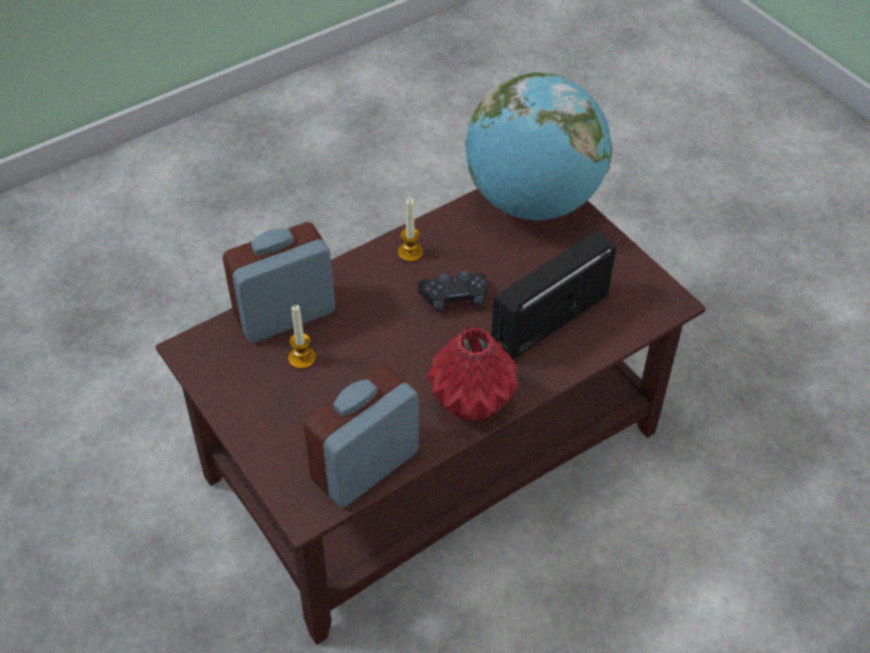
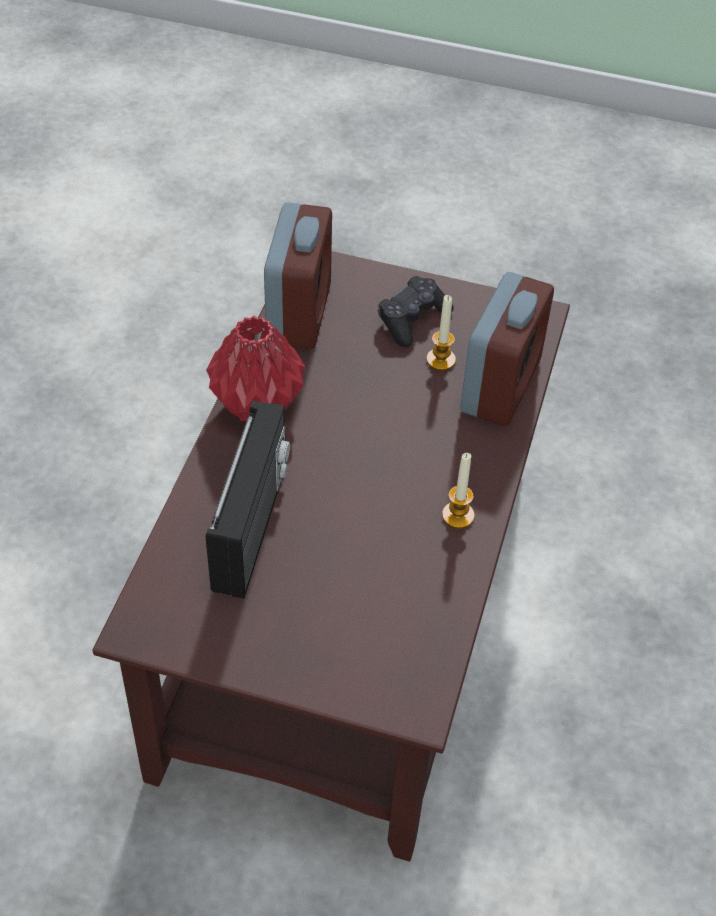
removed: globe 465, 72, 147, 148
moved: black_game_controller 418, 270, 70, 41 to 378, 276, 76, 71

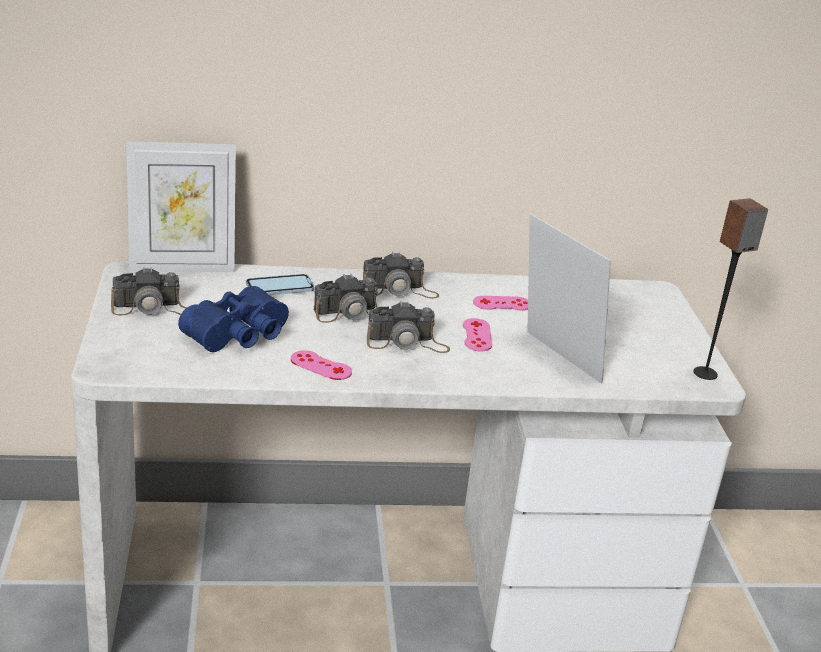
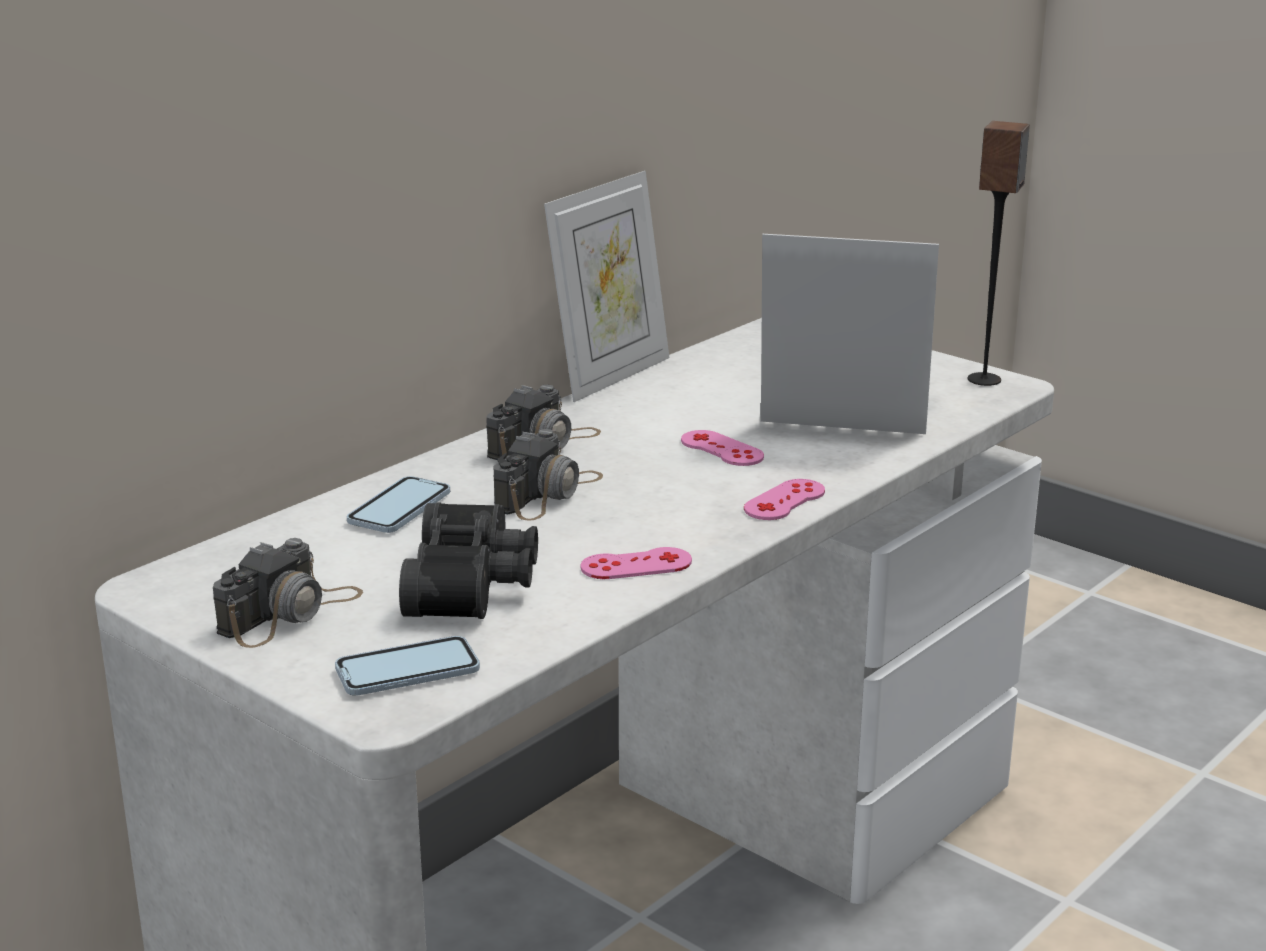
removed: photo_camera 367, 301, 83, 52
added: phone 335, 636, 145, 60
moved: picture_frame 126, 141, 110, 131 to 544, 171, 126, 231; pink_game_controller 473, 296, 55, 15 to 744, 479, 81, 41
recoloured: blue_binoculars 178, 286, 111, 66 to black_binoculars 399, 502, 139, 117

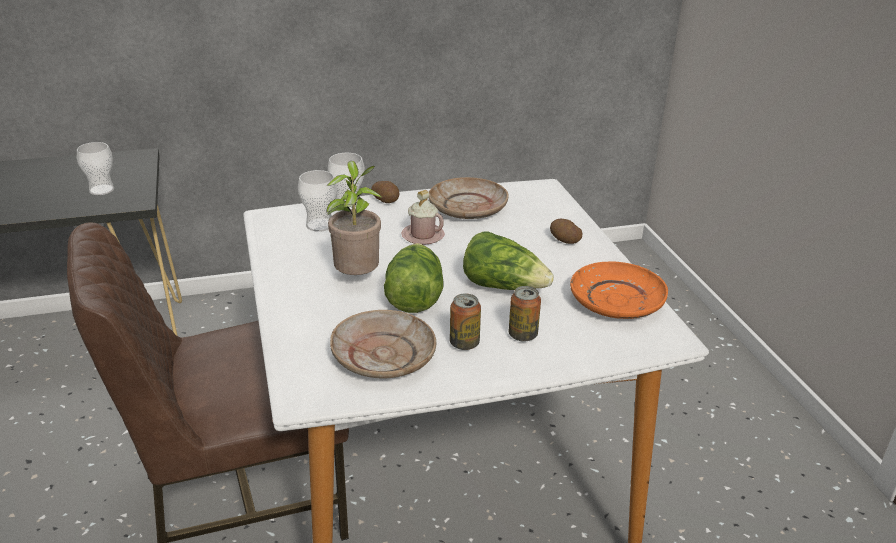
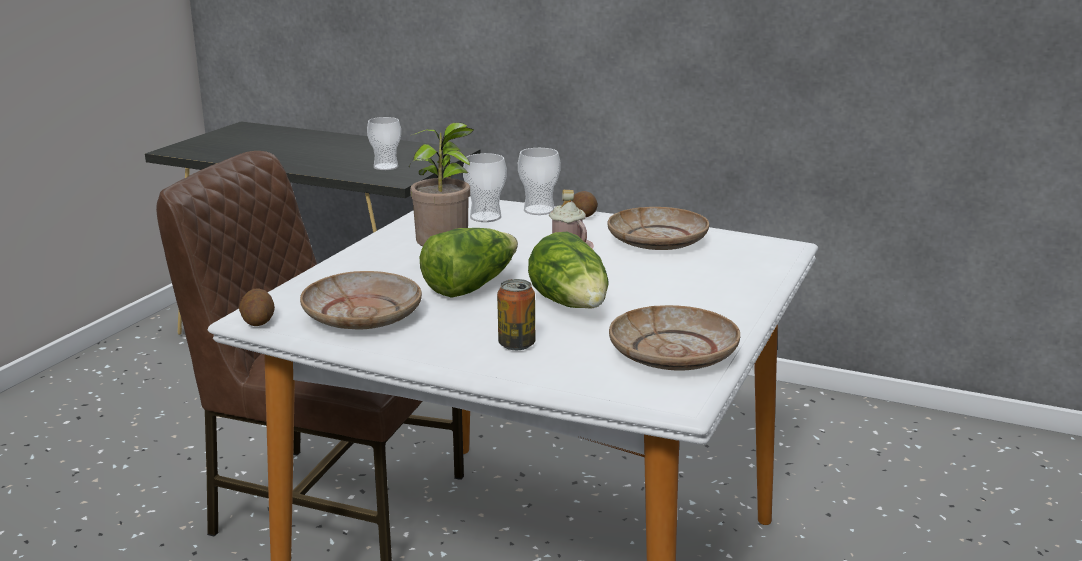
removed: can 450, 294, 31, 56
moved: potato 550, 219, 32, 25 to 239, 288, 36, 38
recoloured: orange_plate 570, 262, 98, 57 to beige_plate 609, 305, 131, 66

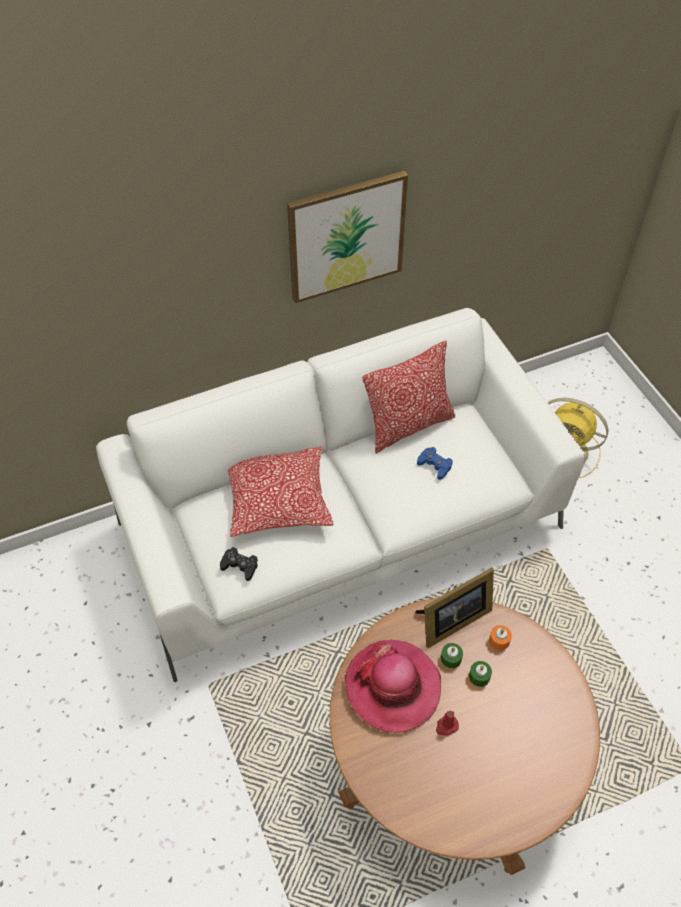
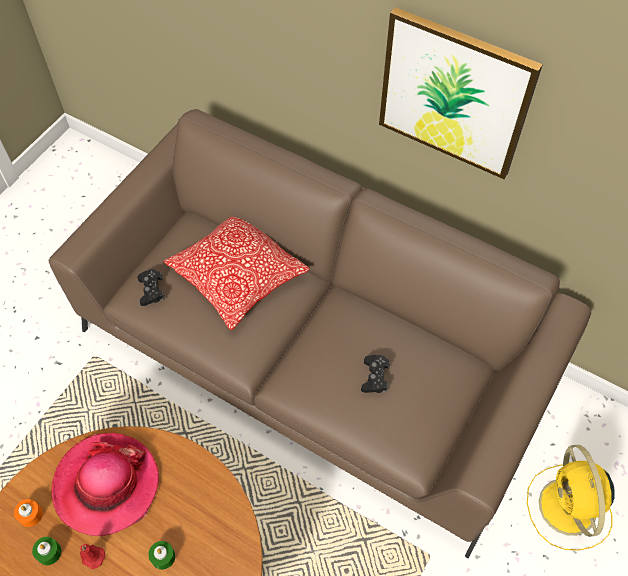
removed: pillow 363, 341, 92, 113; picture_frame 415, 567, 79, 81
moved: orange_candle 489, 625, 23, 25 to 14, 499, 29, 28; green_candle 441, 643, 22, 25 to 32, 537, 29, 28
recoloured: white_sofa 96, 308, 490, 374 to brown_sofa 49, 109, 542, 449; blue_game_controller 417, 447, 36, 33 to black_game_controller 361, 355, 29, 38

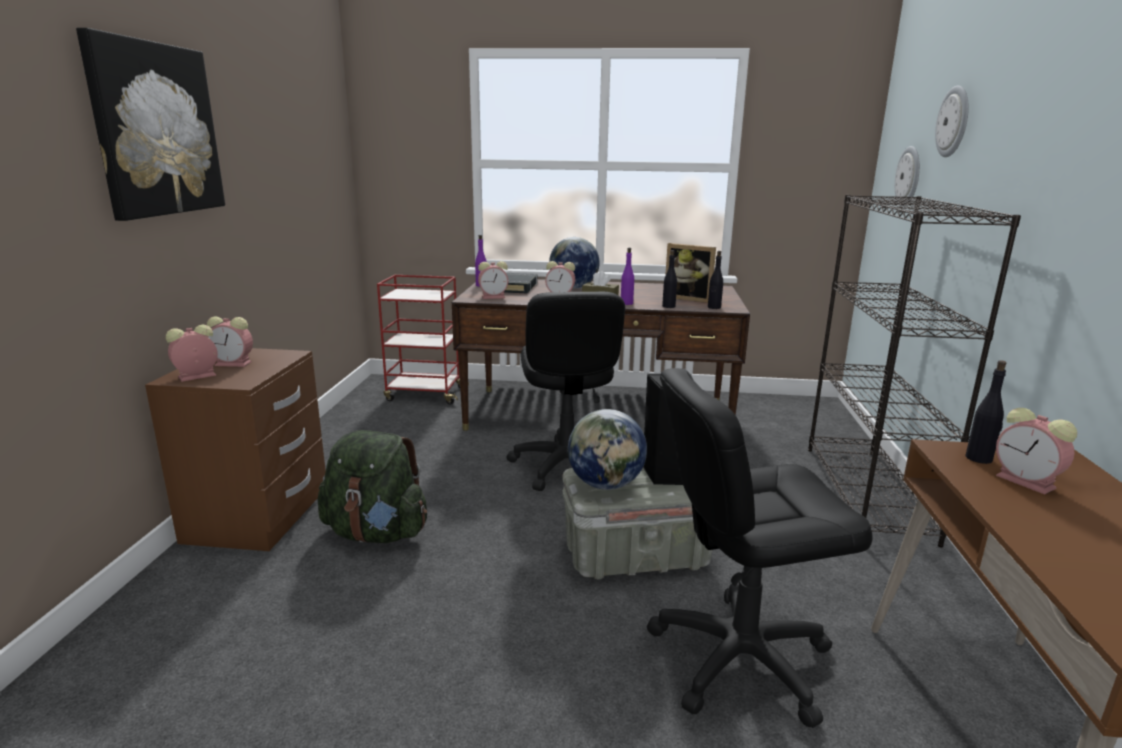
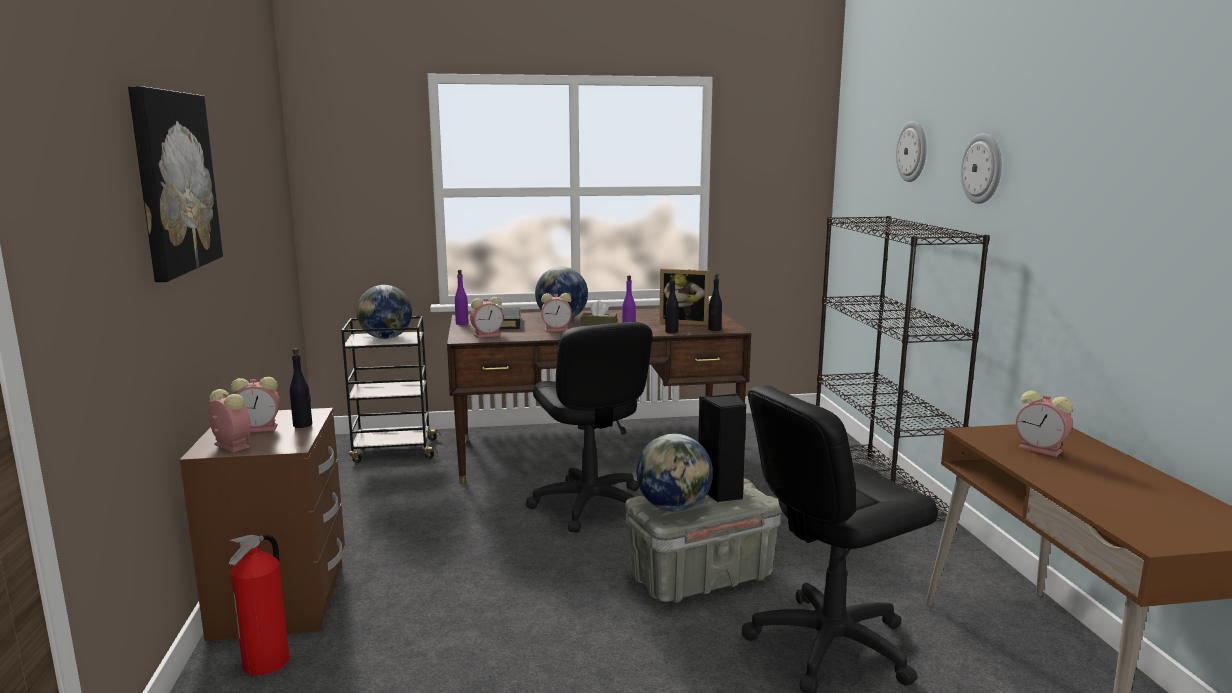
removed: green_backpack 318, 430, 109, 113
added: globe 357, 285, 55, 54; fire_extinguisher 229, 534, 60, 142
moved: wall_clock 895, 146, 25, 61 to 960, 133, 42, 71; black_bottle 965, 360, 41, 104 to 290, 348, 22, 80
recoloured: red_cart 377, 275, 92, 130 to black_cart 341, 316, 100, 147
turned: alarm_clock 166, 325, 52, 57 = 208, 389, 43, 63 90 degrees clockwise

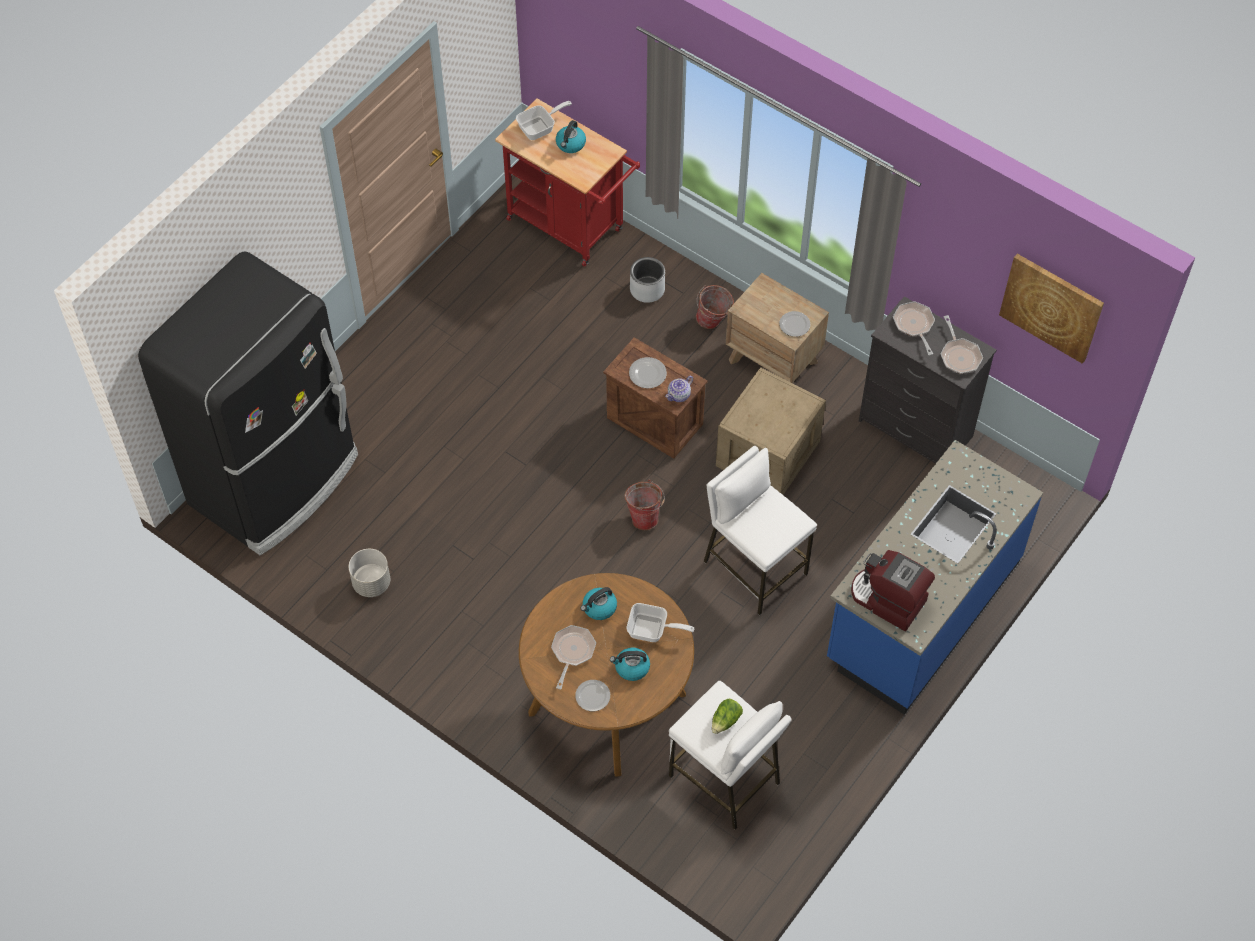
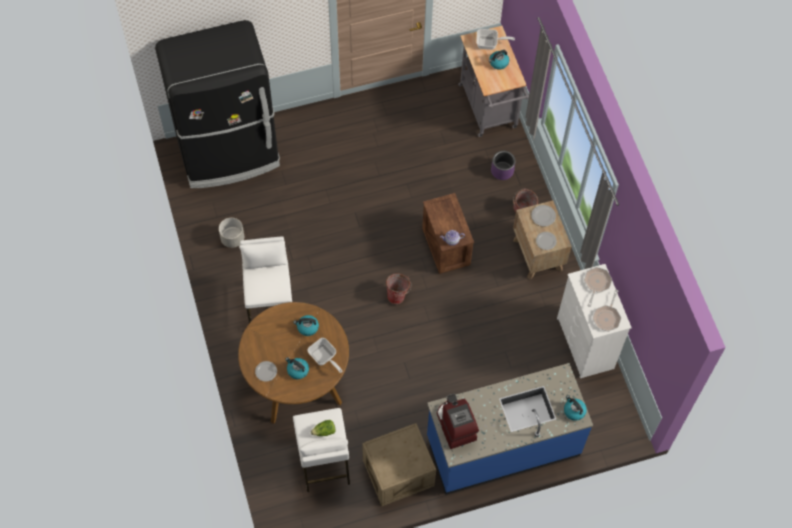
removed: picture 999, 254, 105, 110; frying_pan 551, 625, 45, 64
added: kettle 564, 395, 23, 26
moved: plate 629, 357, 38, 31 to 531, 205, 25, 21; crate 716, 367, 110, 128 to 362, 423, 74, 83; white_stool 704, 446, 113, 169 to 239, 236, 53, 87
recoloured: red_cart 495, 99, 145, 168 to grey_cart 458, 26, 71, 111; grey_planter 630, 257, 35, 46 to purple_planter 491, 151, 24, 29; black_dresser 859, 296, 137, 168 to white_dresser 557, 264, 75, 114

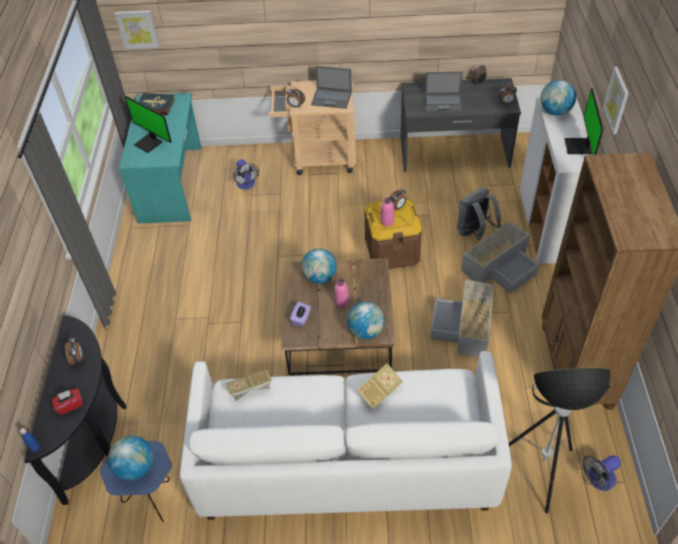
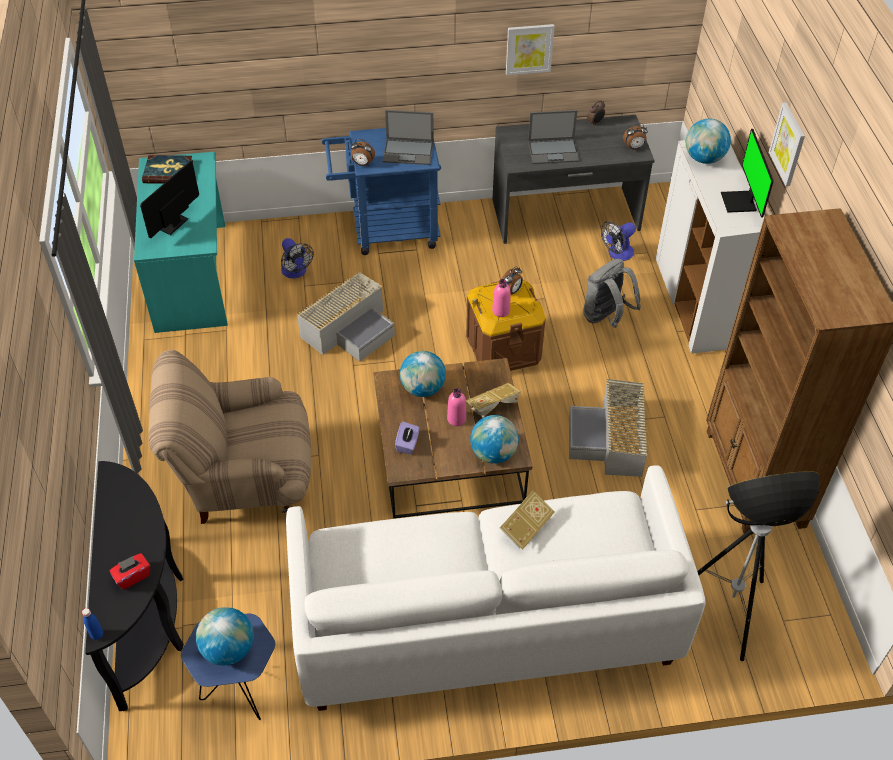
removed: alarm_clock 65, 337, 19, 28
added: beige_armchair 149, 350, 162, 174
moved: picture 115, 10, 45, 39 to 506, 24, 49, 51; grey_storage_box 461, 221, 78, 73 to 297, 272, 98, 89; book 226, 369, 46, 32 to 466, 383, 56, 34; fan 583, 455, 38, 36 to 601, 221, 35, 40
recoloured: beige_cart 268, 79, 88, 96 to blue_cart 322, 128, 119, 127
turned: monitor 125, 96, 47, 57 = 140, 161, 59, 77 90 degrees clockwise

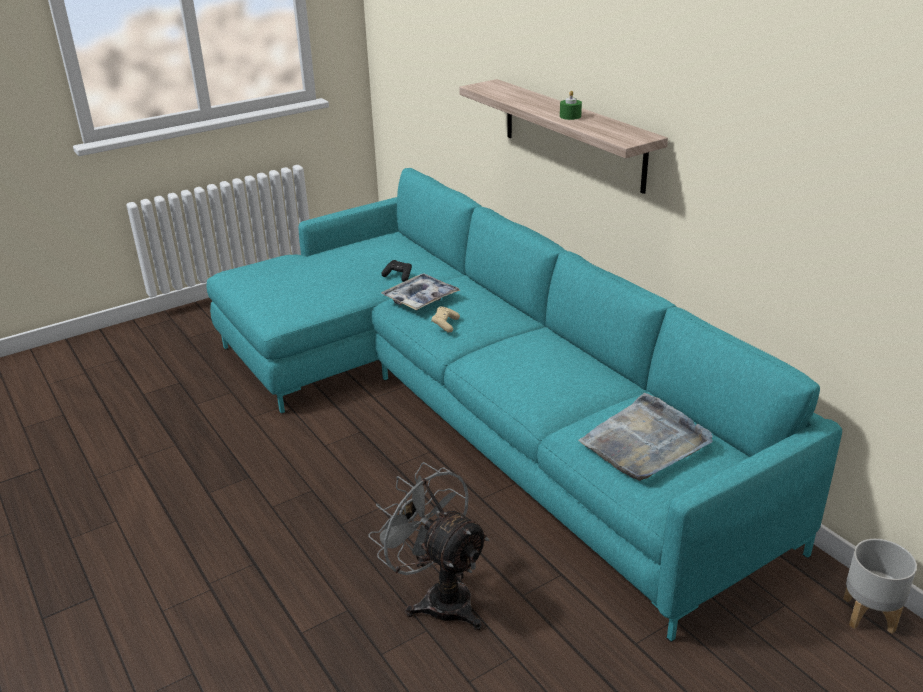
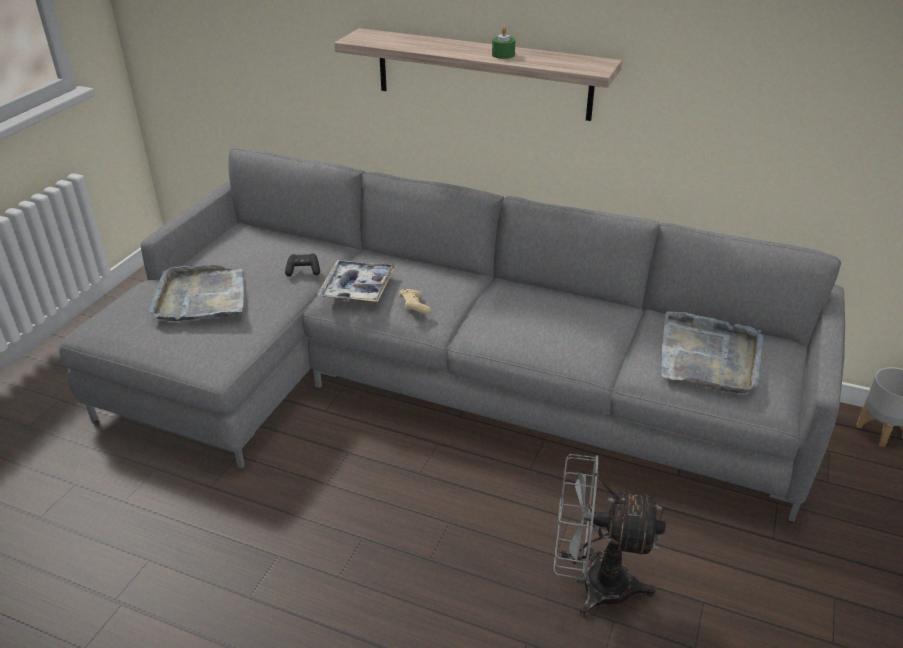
added: grey_tray 148, 265, 96, 56
recoloured: turquoise_sofa 206, 168, 636, 474 to grey_sofa 59, 147, 786, 376

